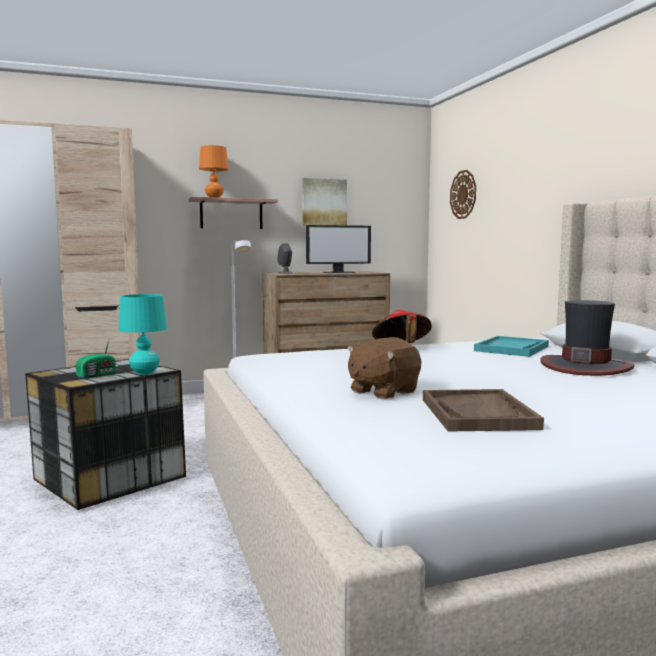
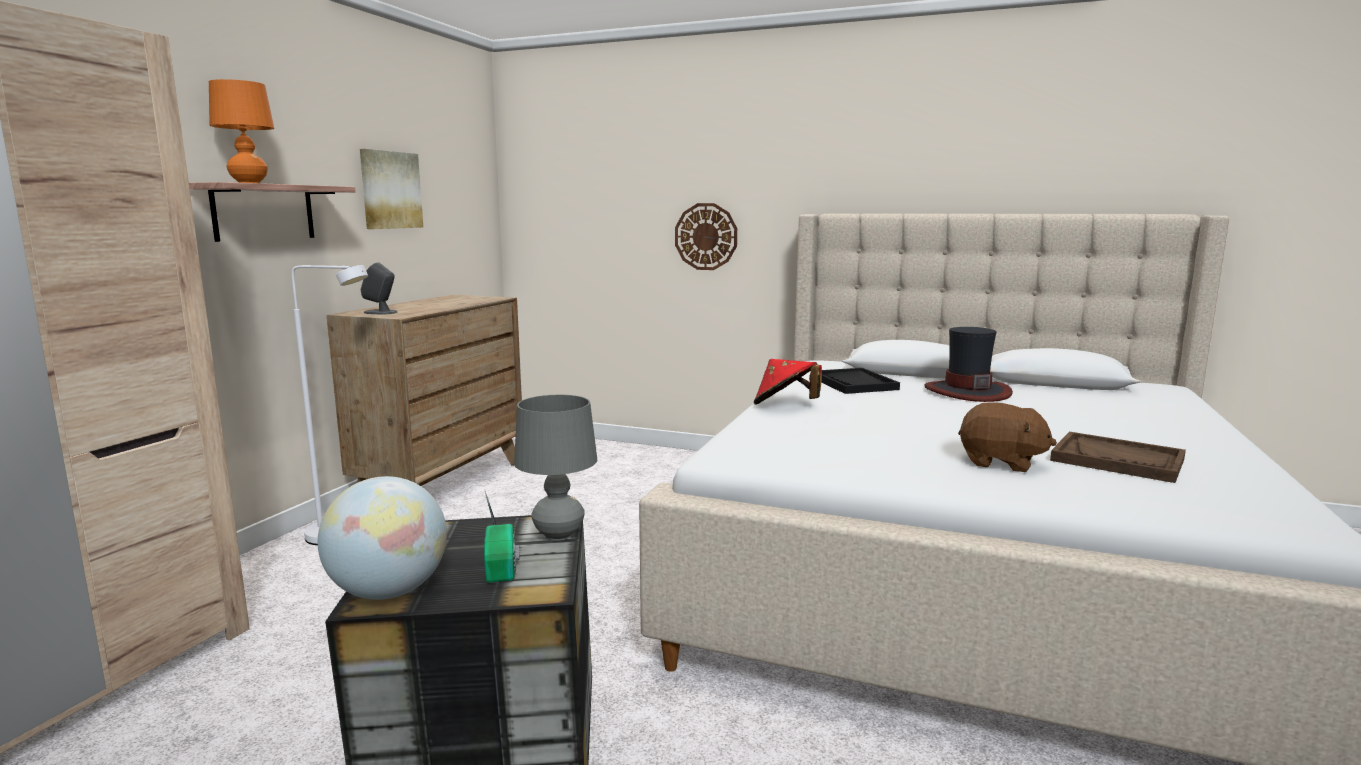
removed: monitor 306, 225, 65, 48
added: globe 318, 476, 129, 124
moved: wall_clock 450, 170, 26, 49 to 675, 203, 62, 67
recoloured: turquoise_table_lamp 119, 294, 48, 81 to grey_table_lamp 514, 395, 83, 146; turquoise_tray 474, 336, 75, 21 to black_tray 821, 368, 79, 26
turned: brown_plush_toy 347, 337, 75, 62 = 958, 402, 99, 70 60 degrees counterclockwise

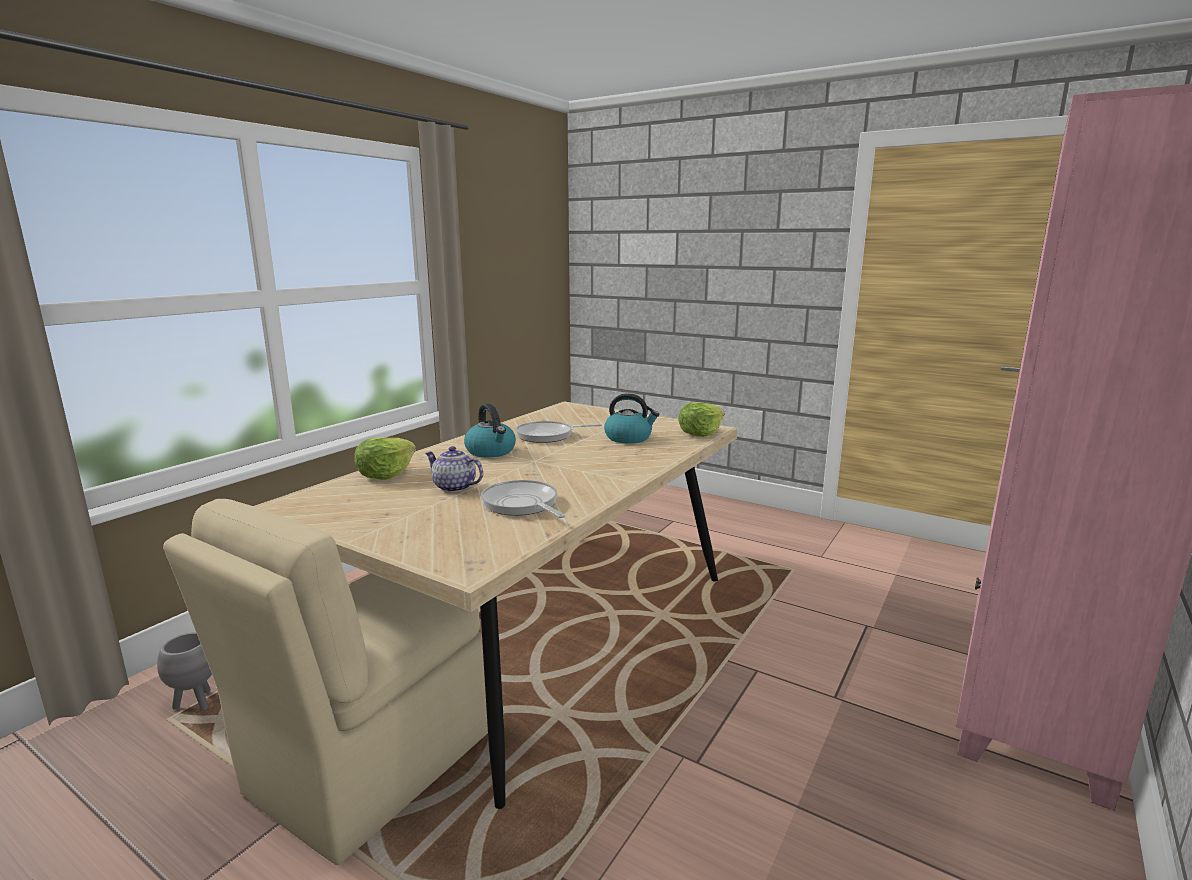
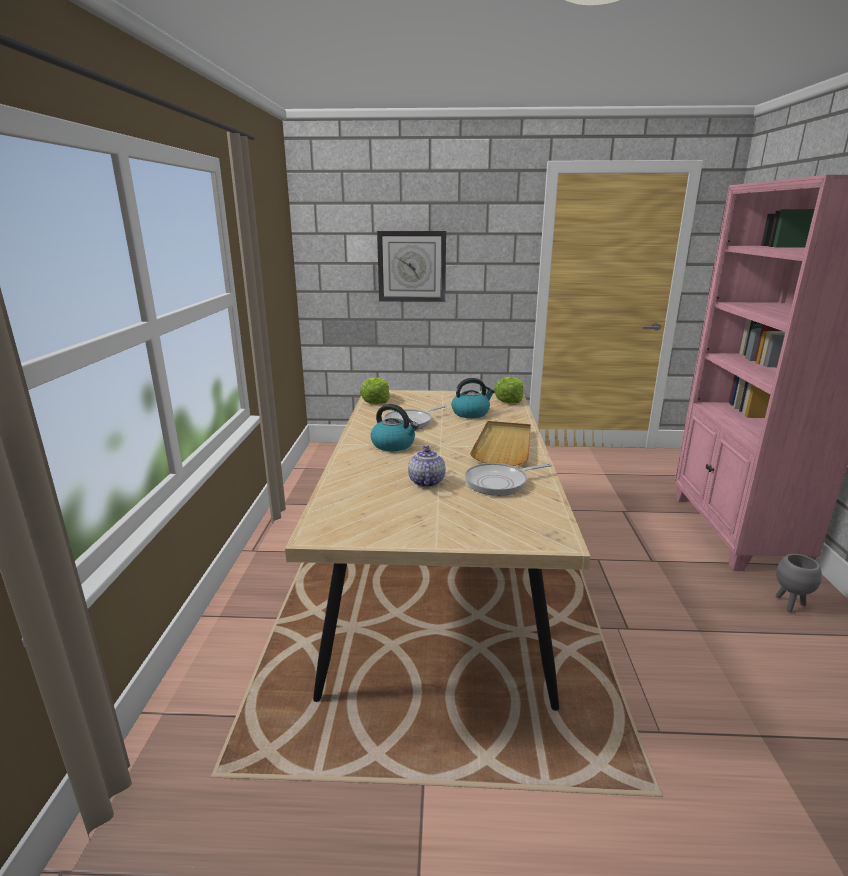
removed: beige_chair 163, 499, 325, 366
added: wall_clock 377, 231, 69, 71; beige_tray 470, 421, 61, 45
moved: lettuce 354, 437, 62, 43 to 360, 377, 30, 27; grey_planter 157, 632, 55, 79 to 775, 554, 47, 58
turned: teapot 425, 446, 58, 46 = 408, 445, 37, 42 90 degrees clockwise; frying_pan 481, 480, 85, 38 = 465, 463, 87, 33 45 degrees counterclockwise

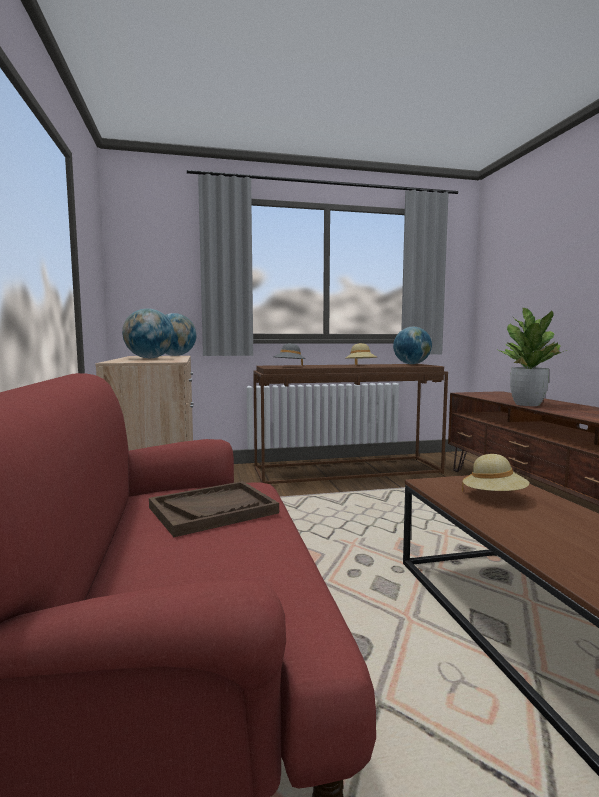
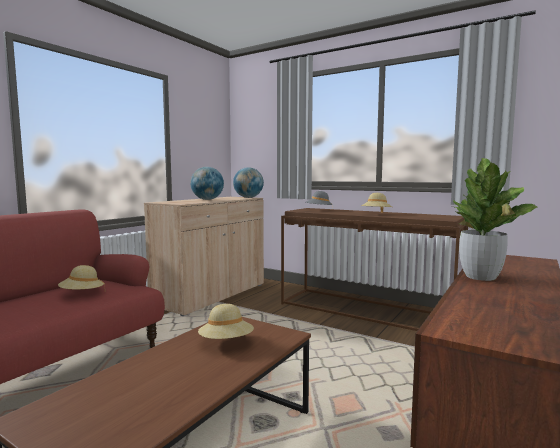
removed: globe 393, 327, 39, 37
replaced: brown_tray 149, 481, 130, 56 to beige_hat 58, 265, 47, 24

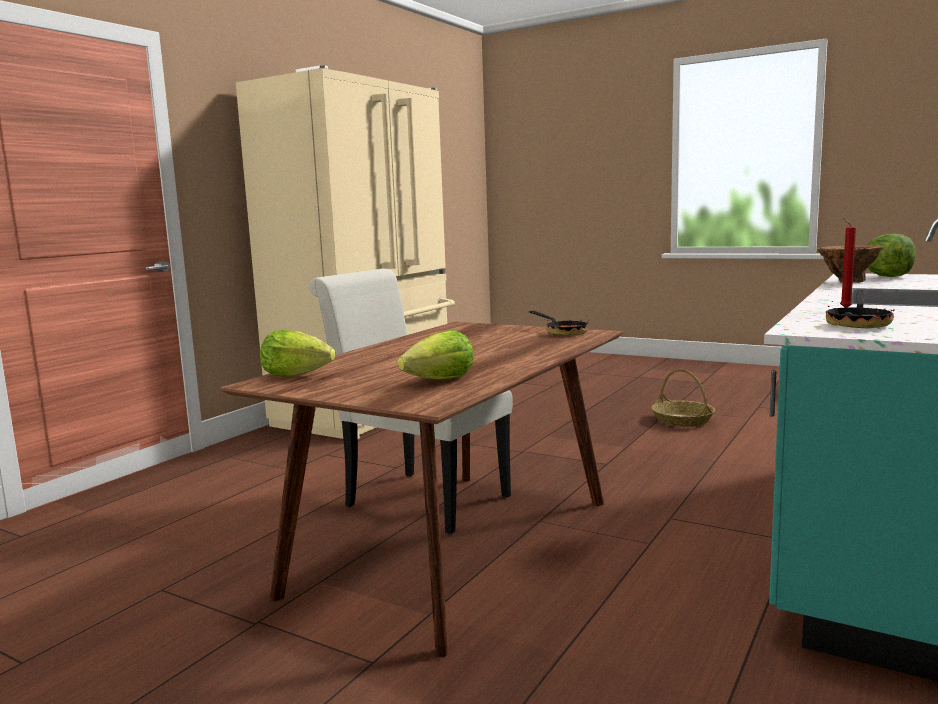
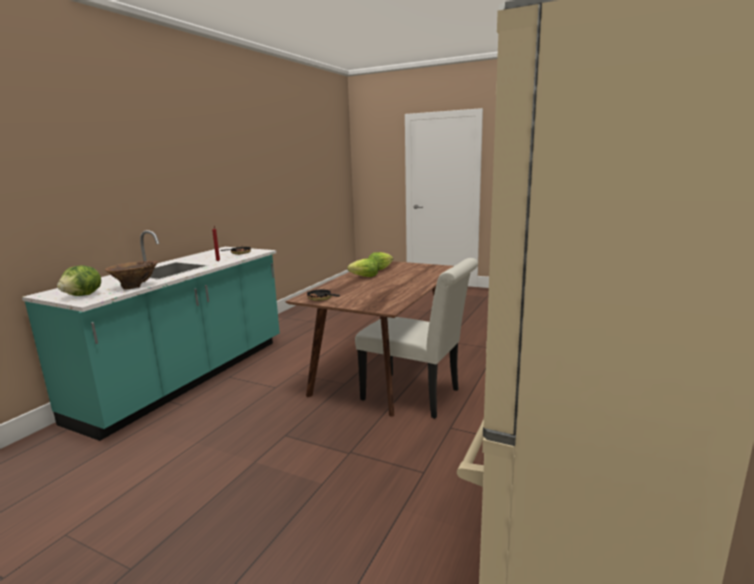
removed: basket 651, 369, 64, 58
moved: lettuce 260, 330, 75, 47 to 348, 258, 31, 19

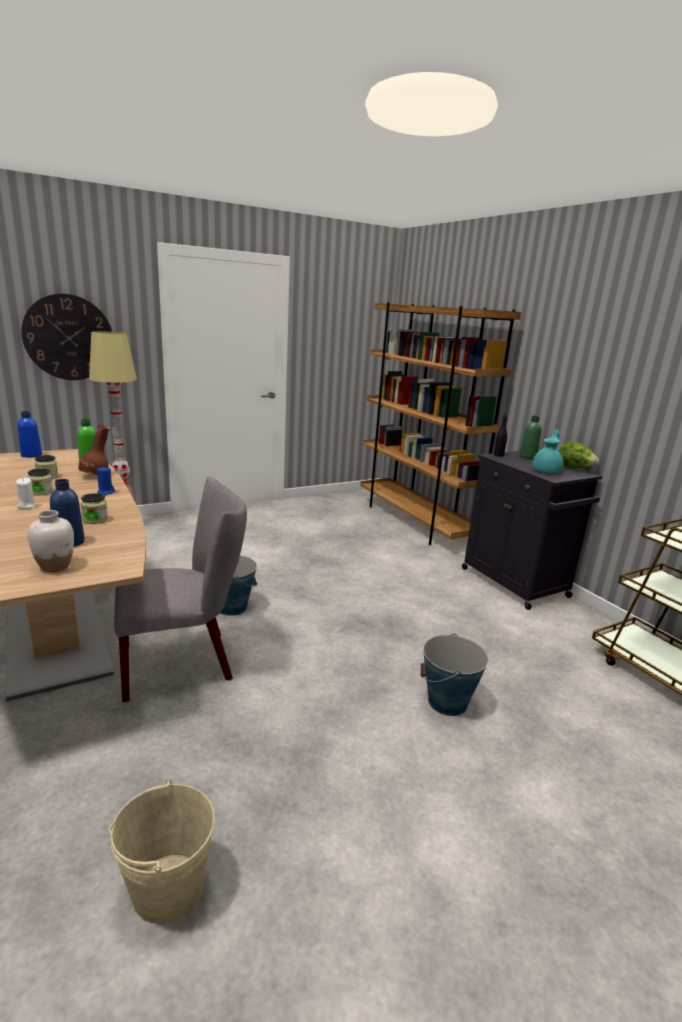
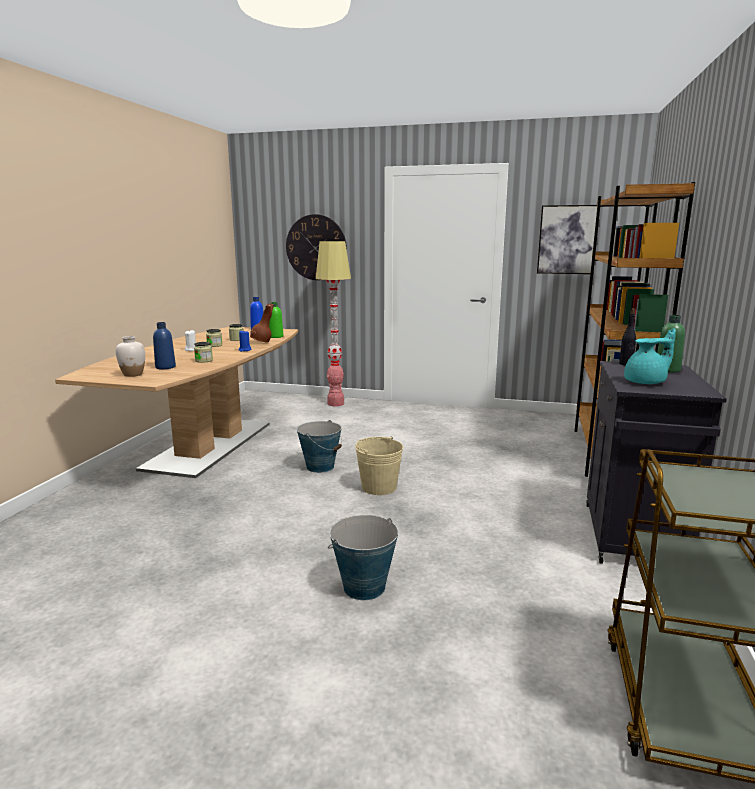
removed: lettuce 559, 442, 40, 26; grey_chair 114, 476, 133, 226
added: picture 537, 205, 60, 69
moved: beige_bucket 108, 780, 107, 144 to 355, 436, 48, 59

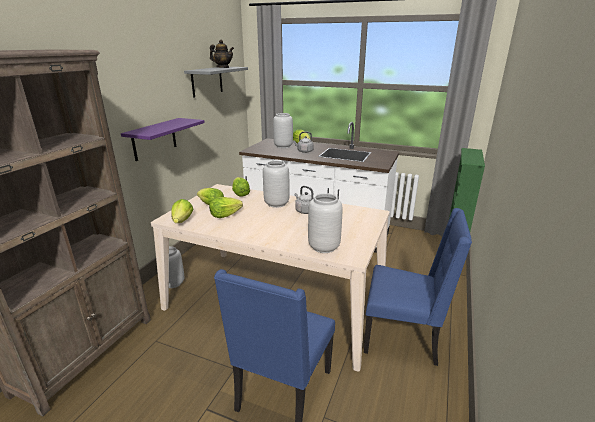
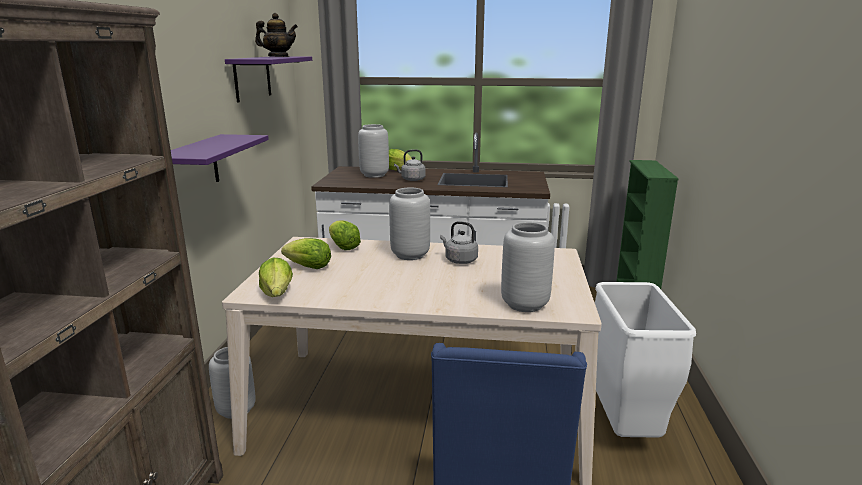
removed: lettuce 209, 197, 34, 21
replaced: blue_chair 364, 208, 108, 158 to white_trash_can 595, 282, 101, 156
recoloured: grey_shelf 184, 67, 64, 31 to purple_shelf 225, 56, 87, 47

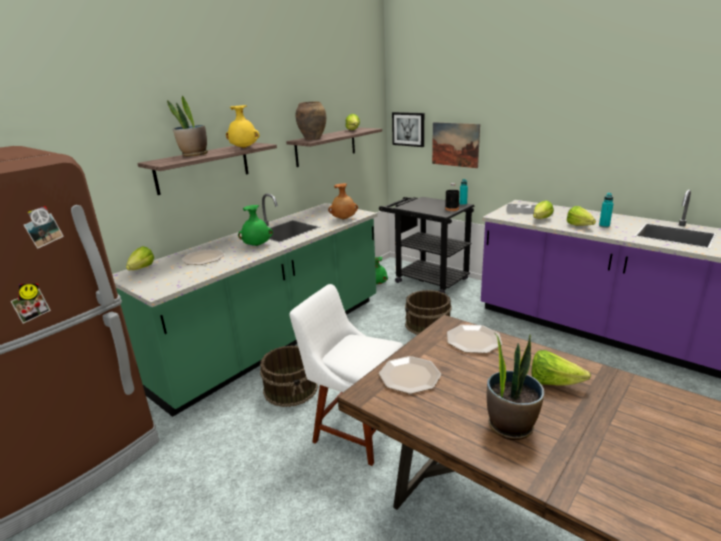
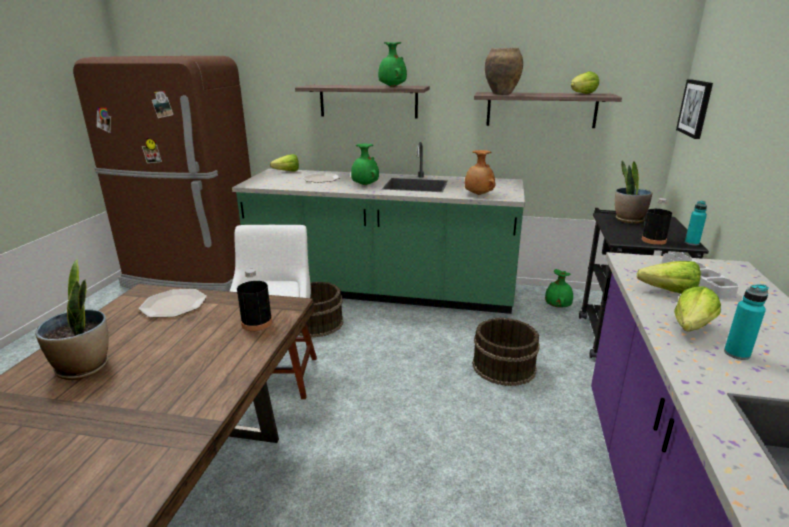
removed: picture 432, 122, 48, 46; lettuce 532, 350, 59, 36
moved: potted_plant 167, 96, 41, 61 to 615, 161, 37, 62
replaced: plate 447, 325, 55, 28 to black_bottle 237, 269, 35, 62
recoloured: yellow_vase 226, 105, 34, 43 to green_vase 378, 42, 29, 45

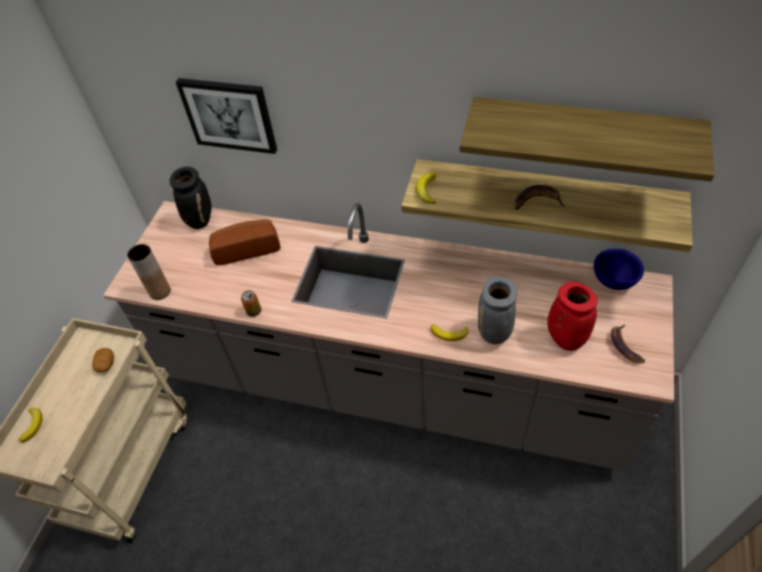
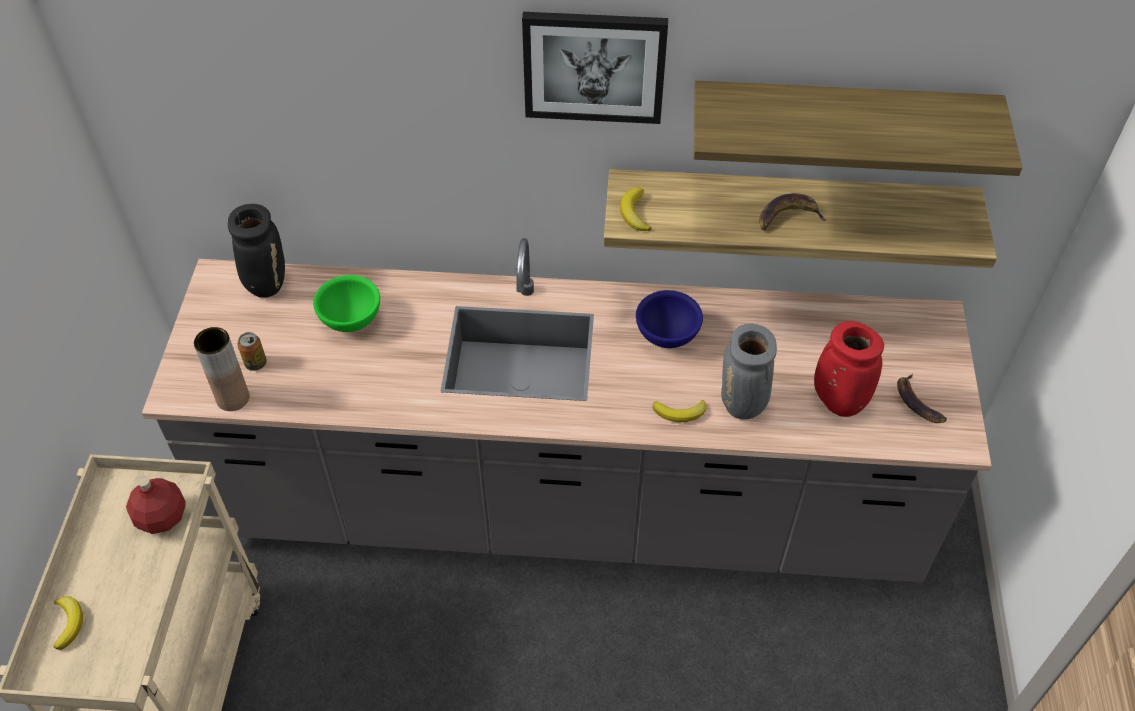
moved: picture 176, 78, 101, 76 to 522, 12, 146, 112; blue_bowl 594, 248, 50, 42 to 636, 290, 67, 58; can 241, 290, 20, 27 to 237, 332, 30, 39
replaced: bread 209, 219, 71, 46 to green_bowl 313, 275, 67, 57; potato 92, 348, 22, 25 to red_bottle 126, 476, 59, 58

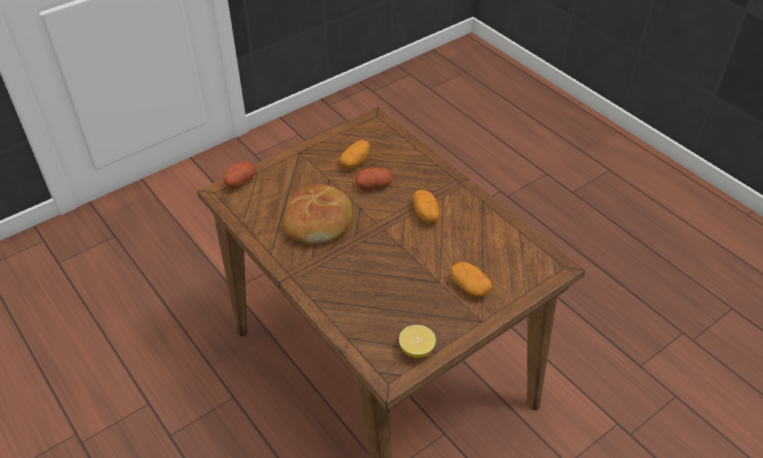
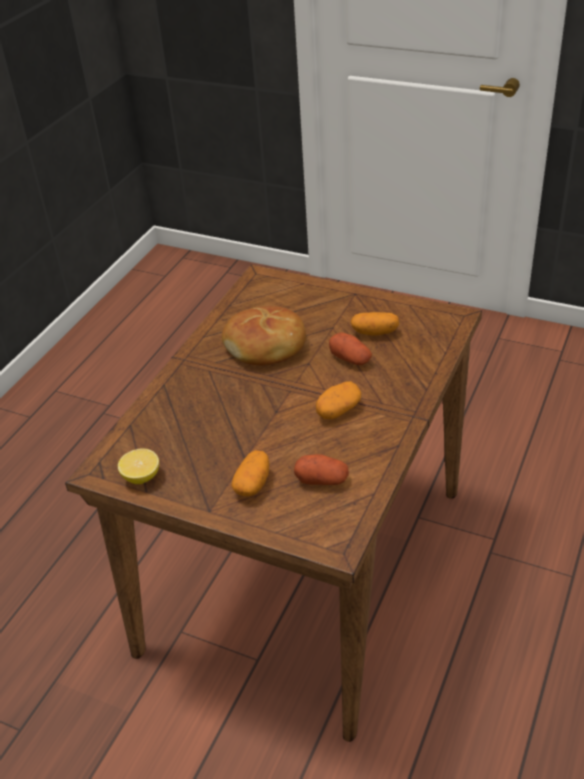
moved: potato 223, 161, 33, 28 to 294, 454, 55, 31

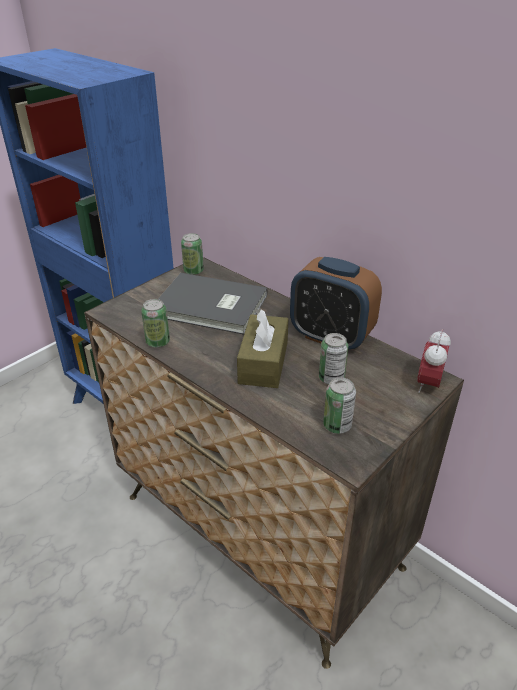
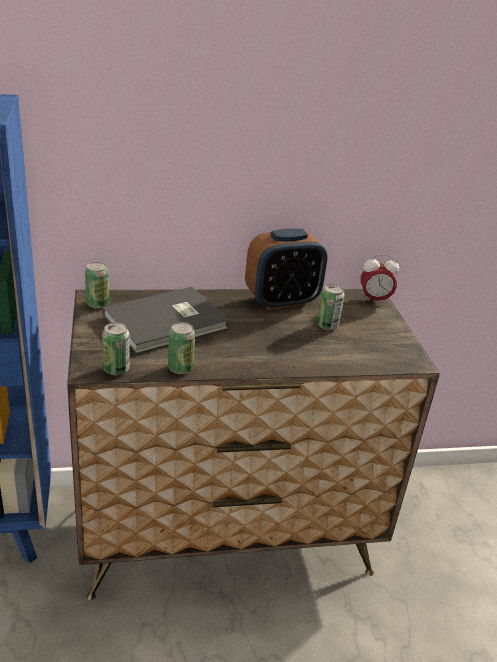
removed: brown_tissue_box 237, 308, 51, 80
moved: can 323, 377, 33, 57 to 102, 322, 28, 53
turned: alarm_clock 417, 329, 34, 64 = 361, 254, 38, 50 60 degrees counterclockwise

